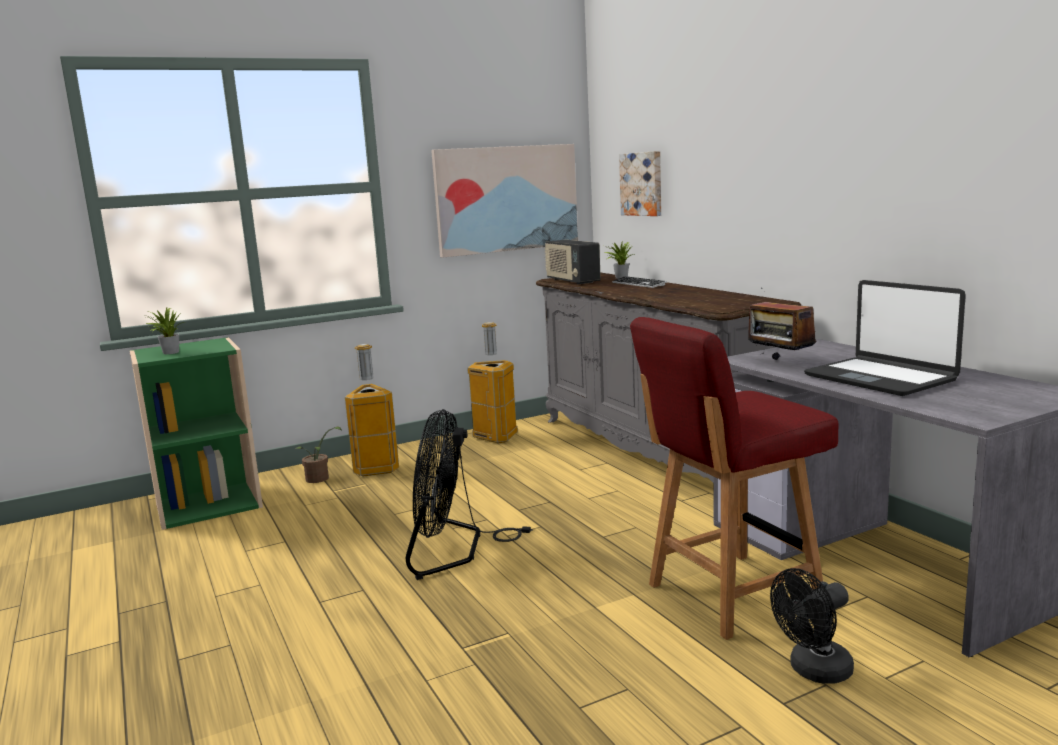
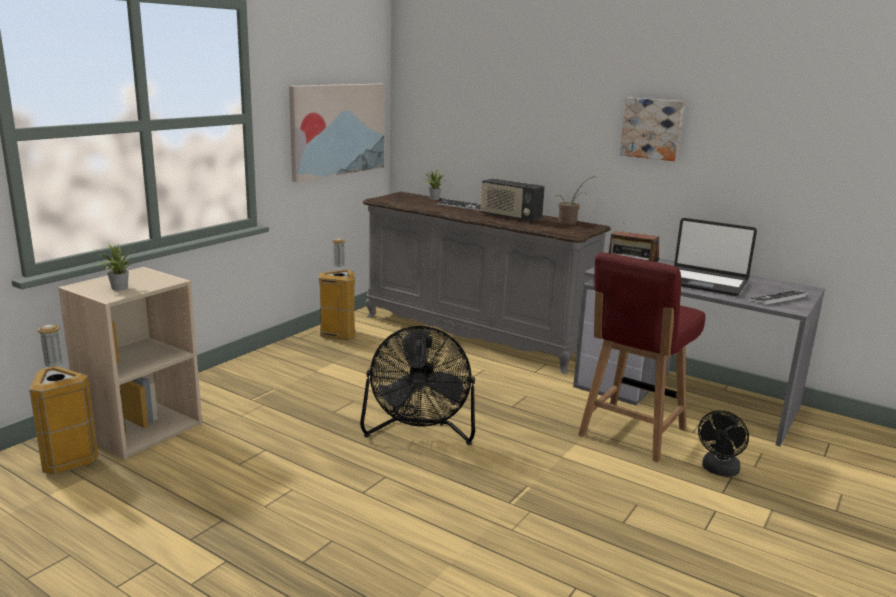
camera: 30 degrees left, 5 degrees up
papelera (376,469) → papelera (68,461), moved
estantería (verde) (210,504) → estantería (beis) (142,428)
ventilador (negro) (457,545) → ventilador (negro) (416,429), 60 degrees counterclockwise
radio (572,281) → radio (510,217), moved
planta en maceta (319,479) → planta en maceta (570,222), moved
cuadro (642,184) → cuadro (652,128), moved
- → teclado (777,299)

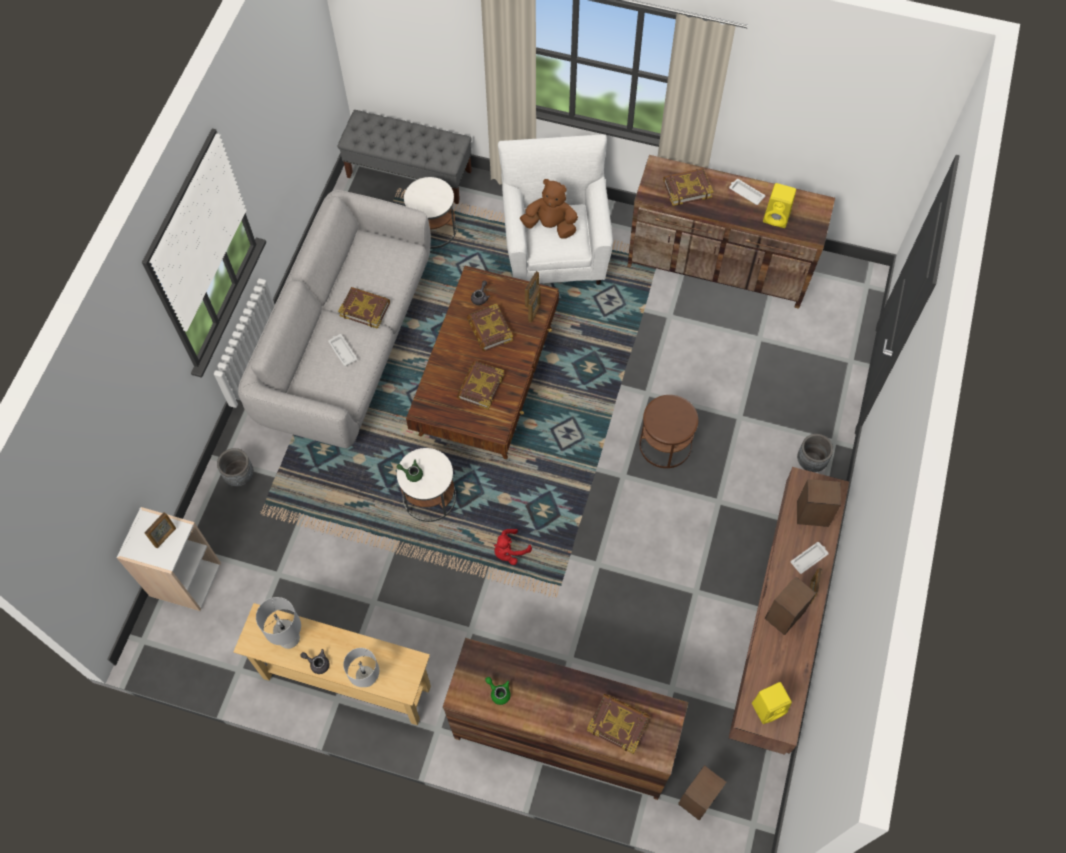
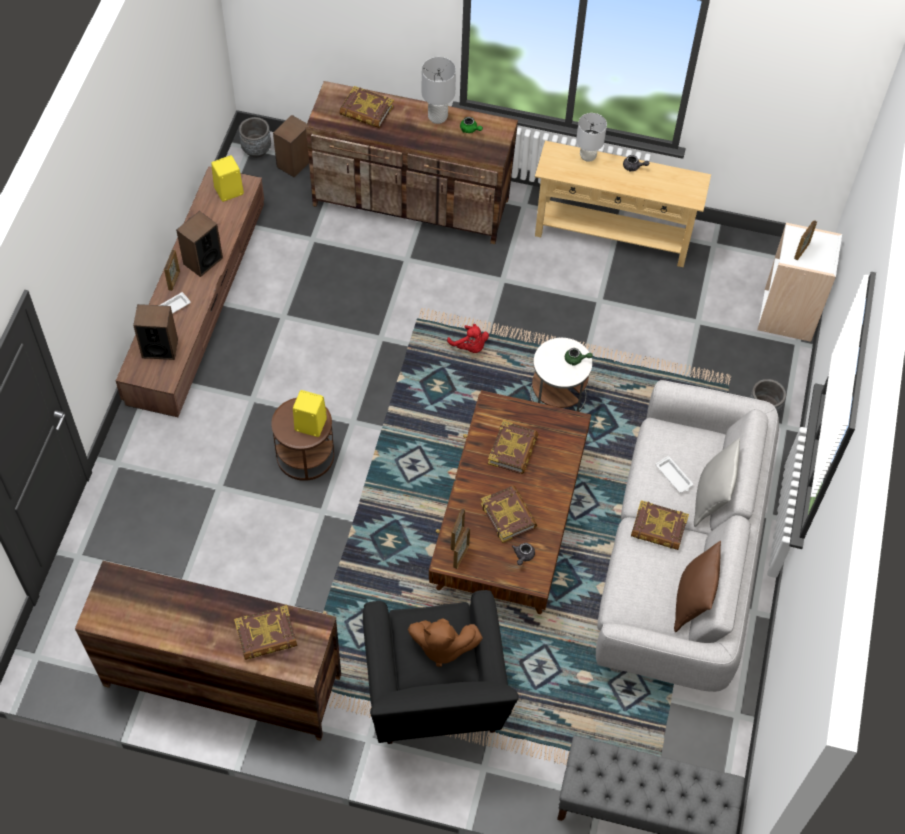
camera: 175 degrees right, 5 degrees down
maceta (gris) (811,461) → maceta (gris) (256,149), moved
altavoz (amarillo) (777,217) → altavoz (amarillo) (309,424), moved
sillón (blanco) (555,249) → sillón (negro) (434,696)
lámpara de mesa (gris) (289,639) → lámpara de mesa (gris) (438,118), moved
peluche (rojo) (509,551) → peluche (rojo) (470,346), 90 degrees clockwise
- → cojín (marrón) (692,601)
- → cojín (gris) (711,499)
mesa auxiliar (blanco) (433,229) → -
bandeja (blanco) (746,193) → -

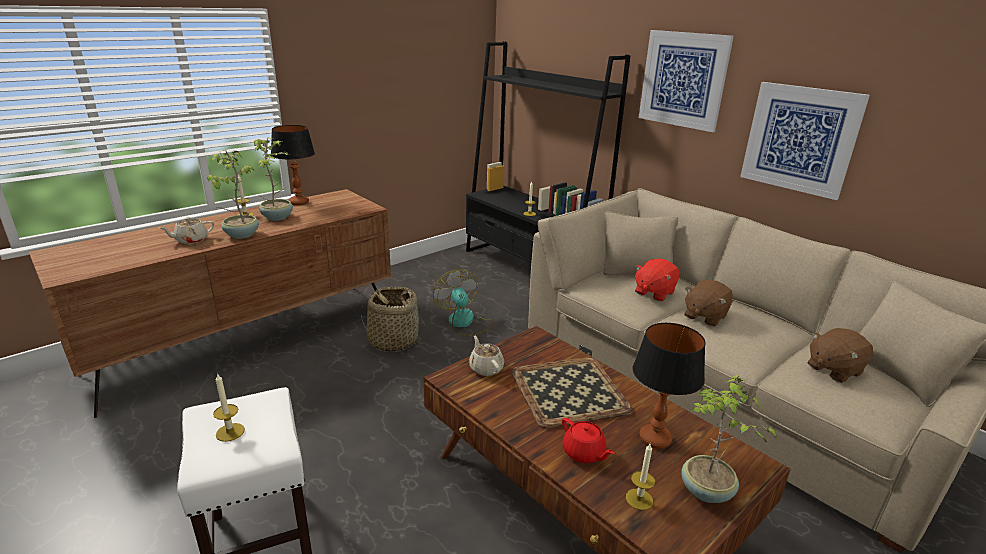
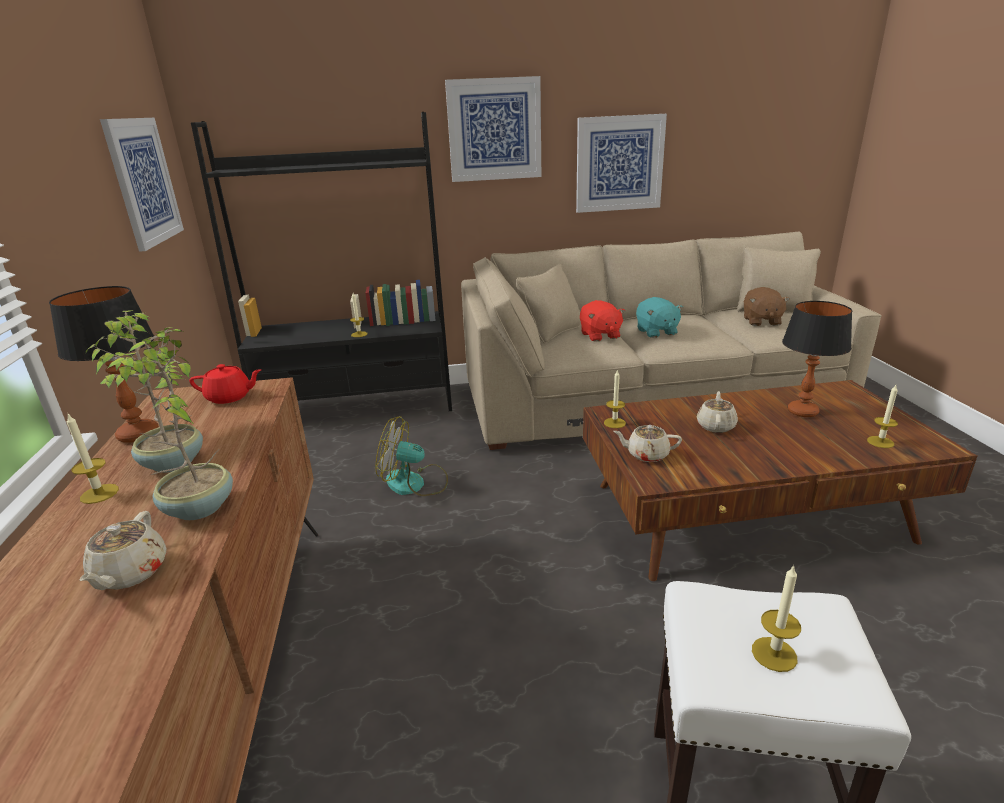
camera: 55 degrees left, 0 degrees up
- → cuadro (144,181)
tetera (rojo) (584,453) → tetera (rojo) (230,397), moved
- → vela (614,423)
peluche (marrón) (704,316) → peluche (turquesa) (656,332)
bandeja (568,392) → tetera (beis) (716,426)
cesta (393,341) → -
planta en maceta (706,492) → -

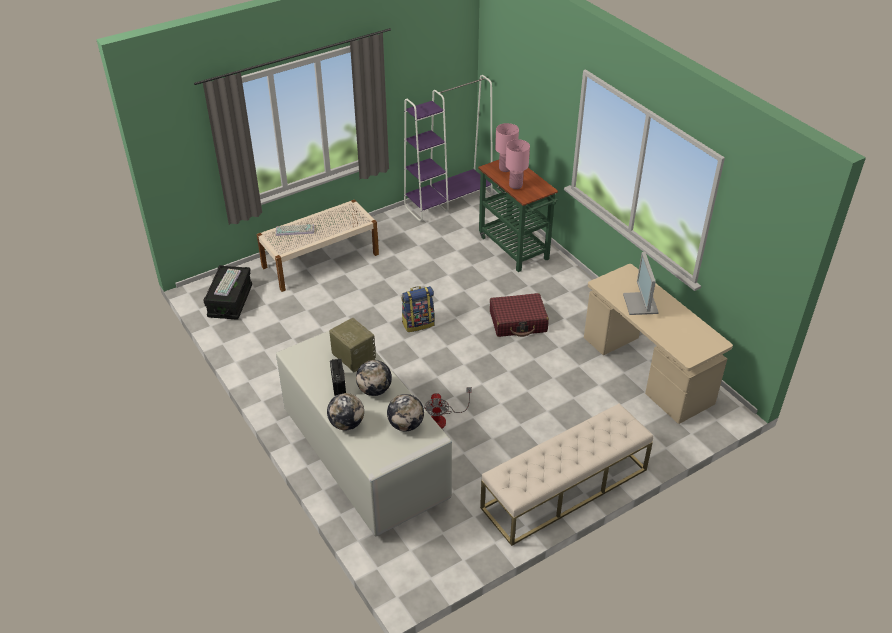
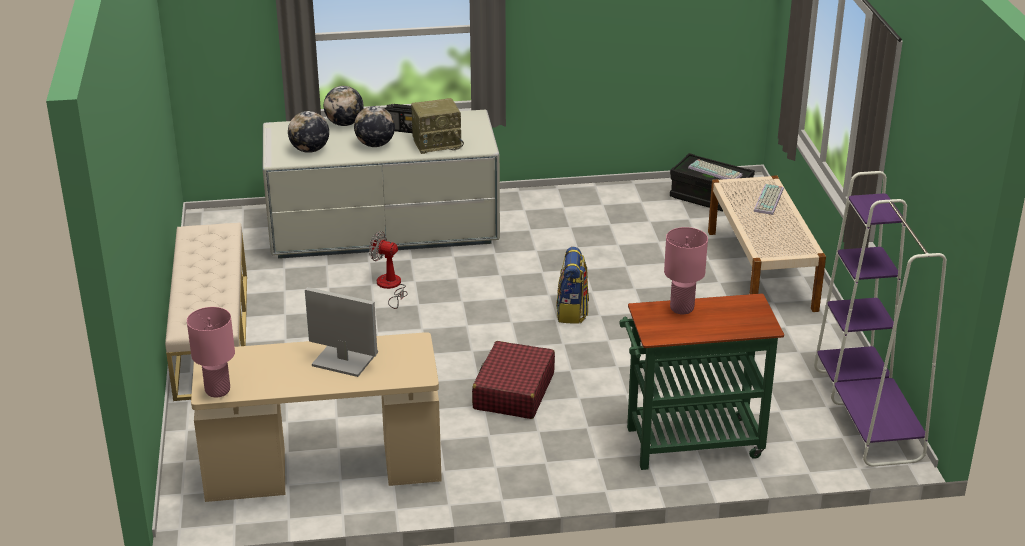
camera: 115 degrees right, 10 degrees down
lámpara de mesa (rosa) (505,170) → lámpara de mesa (rosa) (217,392), moved

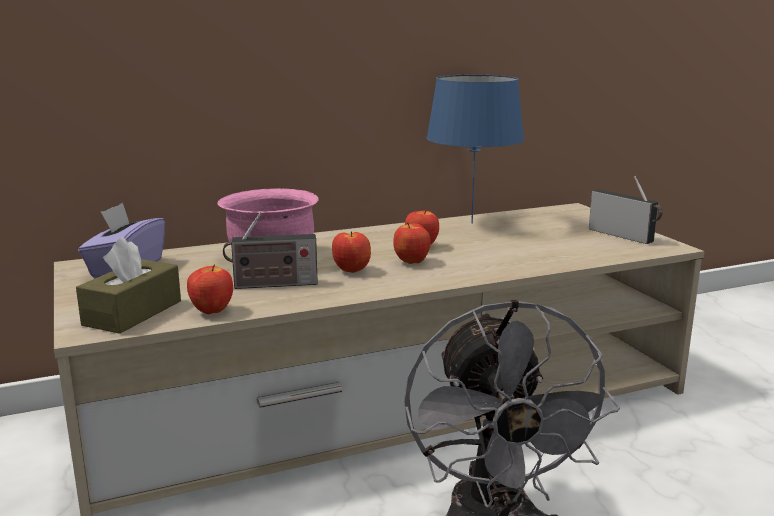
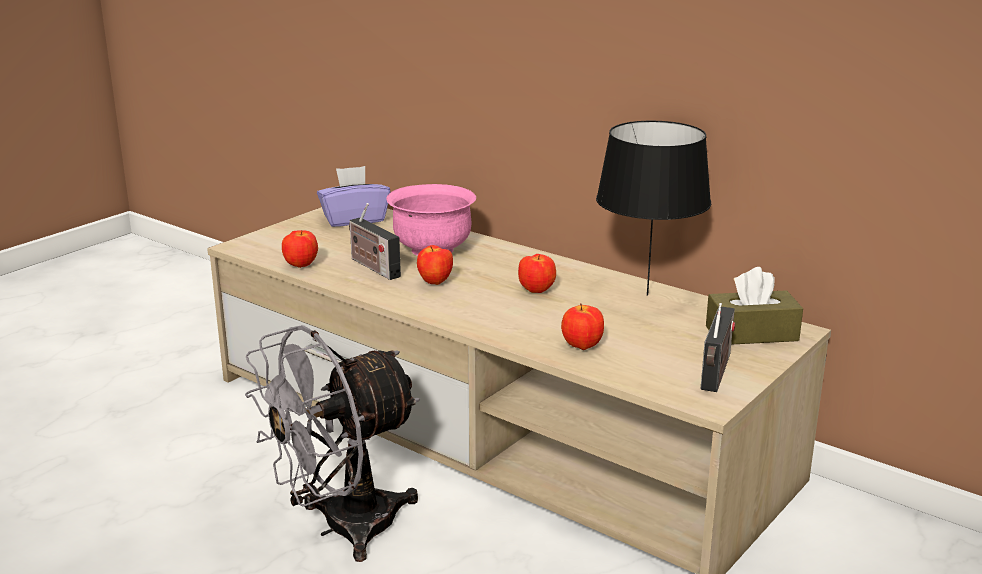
camera: 60 degrees right, 5 degrees up
manzana (411,262) → manzana (581,347), moved
lámpara de mesa (azul) (471,223) → lámpara de mesa (negro) (646,295)
caja de pañuelos (marrón) (133,313) → caja de pañuelos (marrón) (751,333), moved

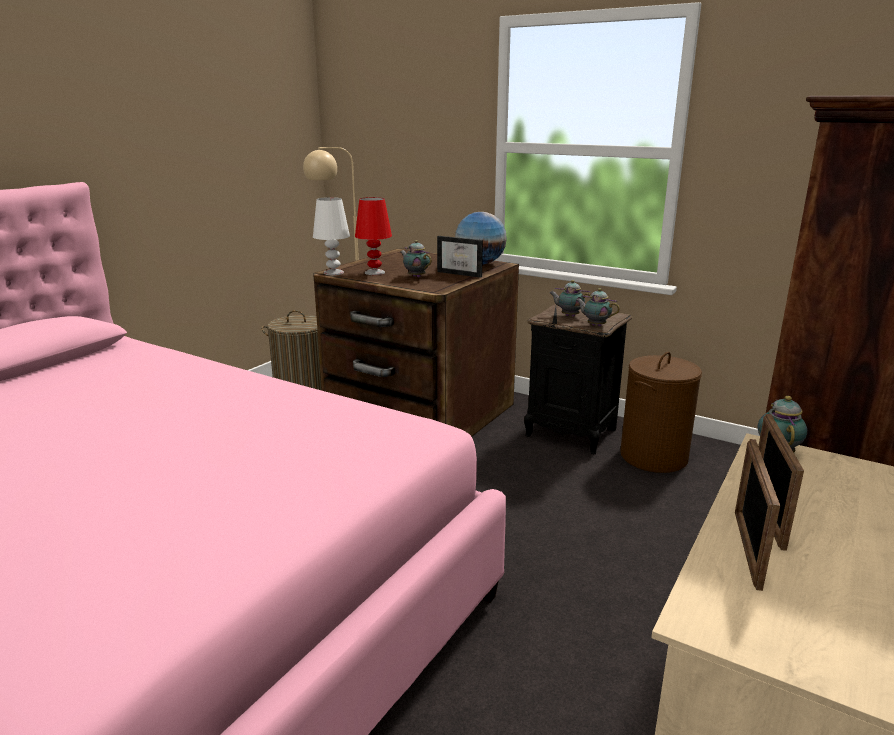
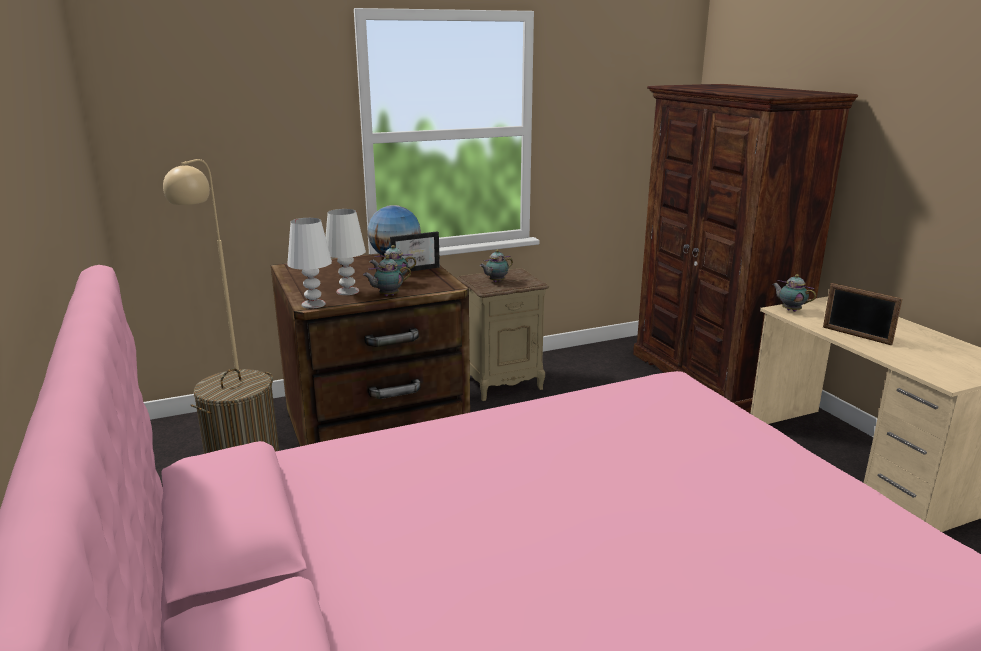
camera: 55 degrees left, 0 degrees up
lámpara de mesa (rojo) (374,272) → lámpara de mesa (blanco) (347,291)
tetera (595,325) → tetera (387,295), moved
mesita de noche (negro) (571,433) → mesita de noche (beis) (503,384)
cesto de la ropa (marrón) (654,456) → -
portarretratos (747,549) → -

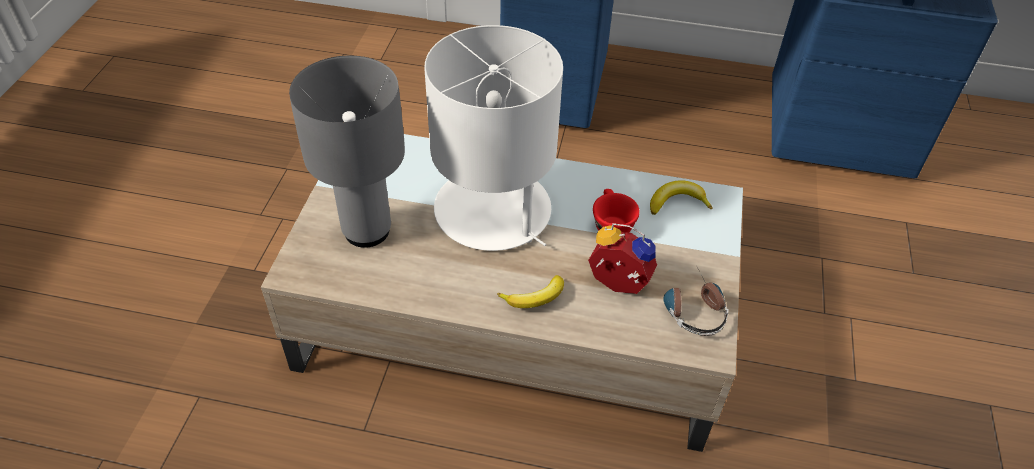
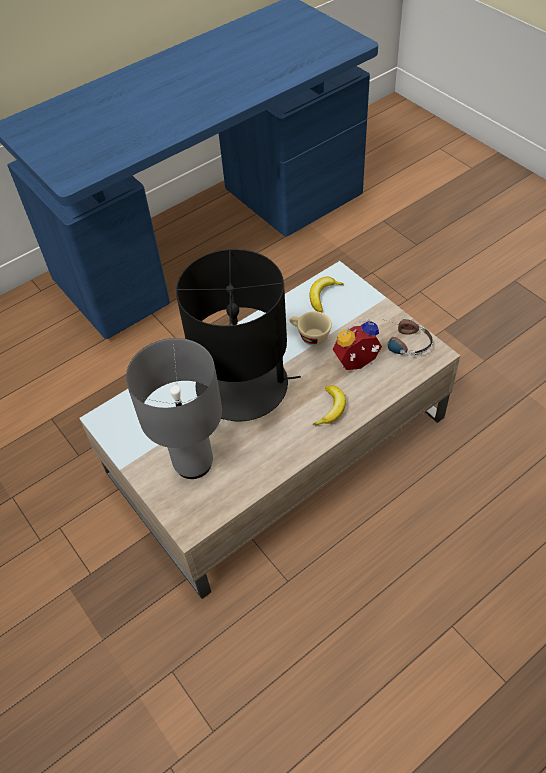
camera: 45 degrees left, 5 degrees up
lámpara de mesa (blanco) (494,211) → lámpara de mesa (negro) (243,385)
taza (rojo) (610,224) → taza (beis) (309,336)

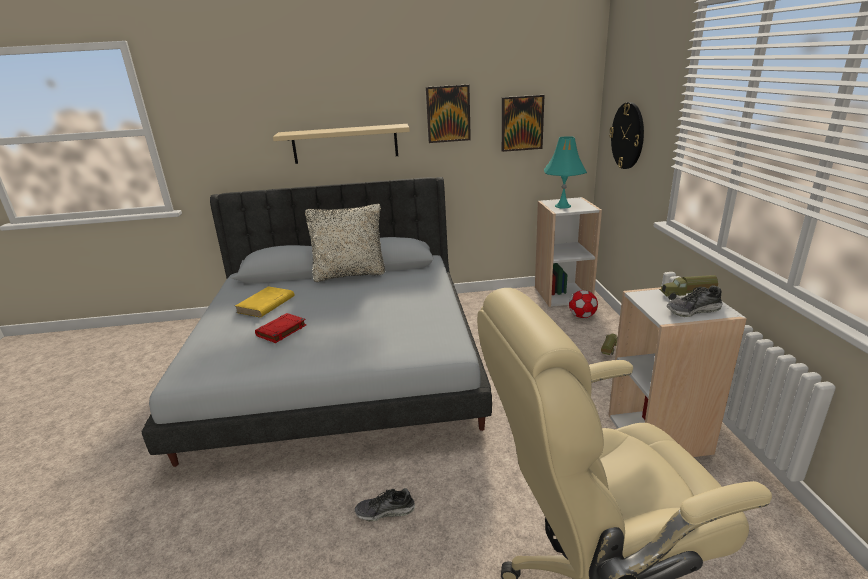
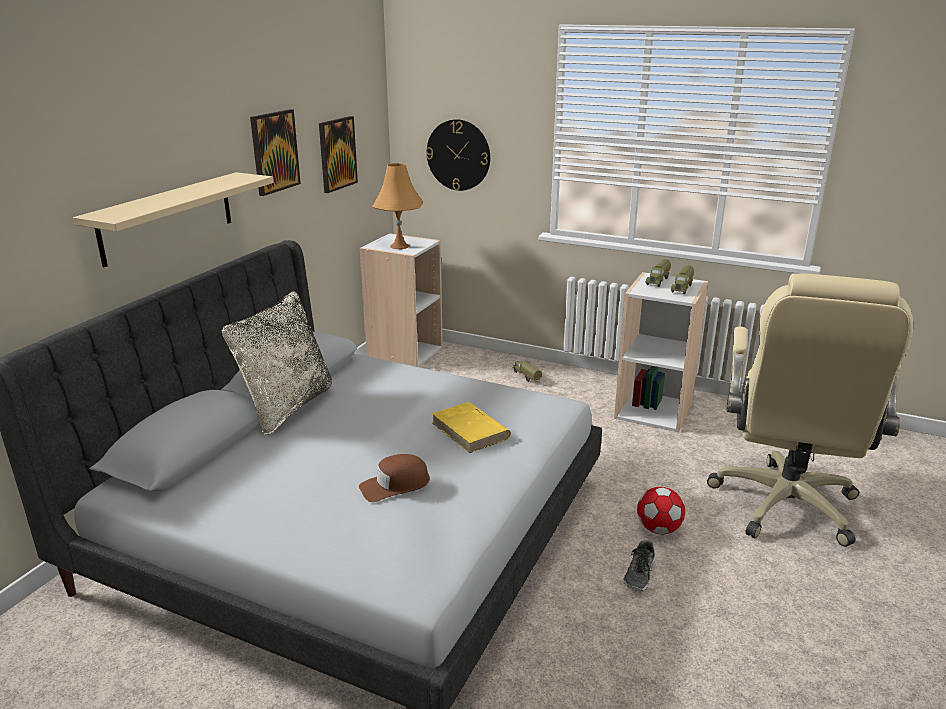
camera: 60 degrees left, 0 degrees up
libro (rojo) (281,331) → gorra (marrón) (394,485)
lámpara de mesa (turquesa) (563,206) → lámpara de mesa (naranja) (399,246)
libro (amarillo) (265,305) → libro (amarillo) (471,430), moved
balón de fútbol (582,316) → balón de fútbol (658,529), moved
zapato (693,310) → camión de juguete (682,288)

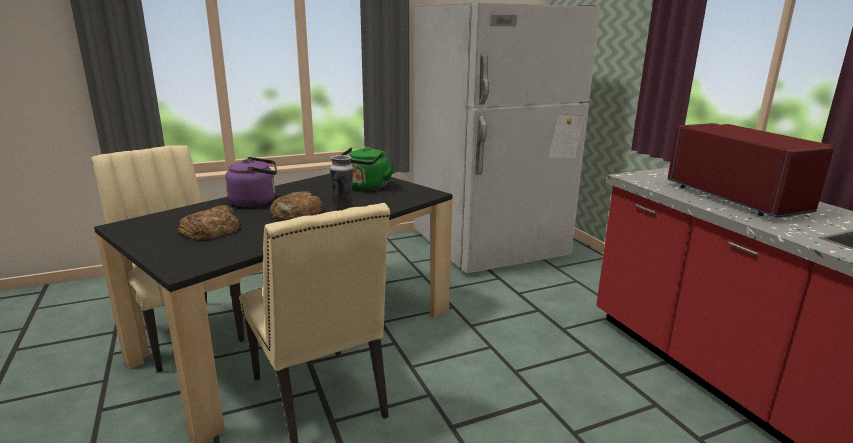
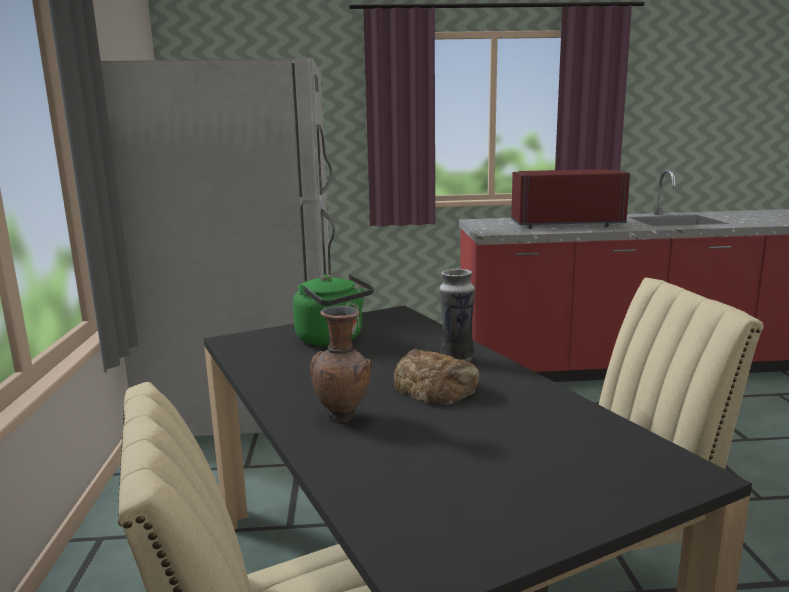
camera: 70 degrees left, 5 degrees down
hervidor (morado) (256,202) → florero (marrón) (344,416)
pan (211,230) → -

